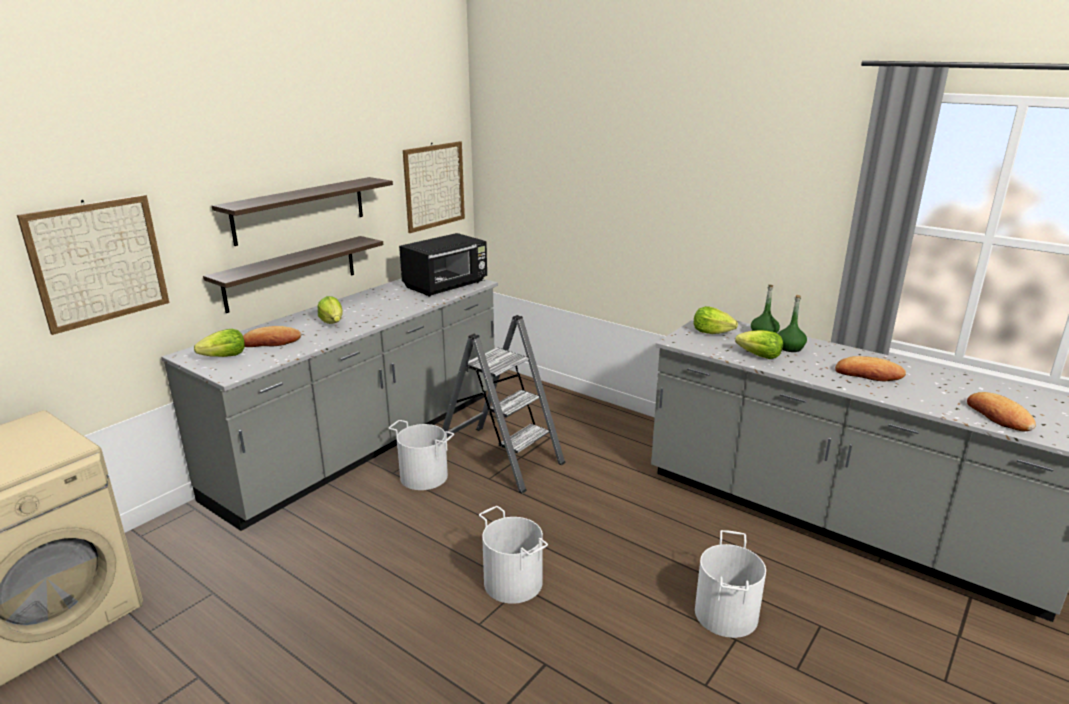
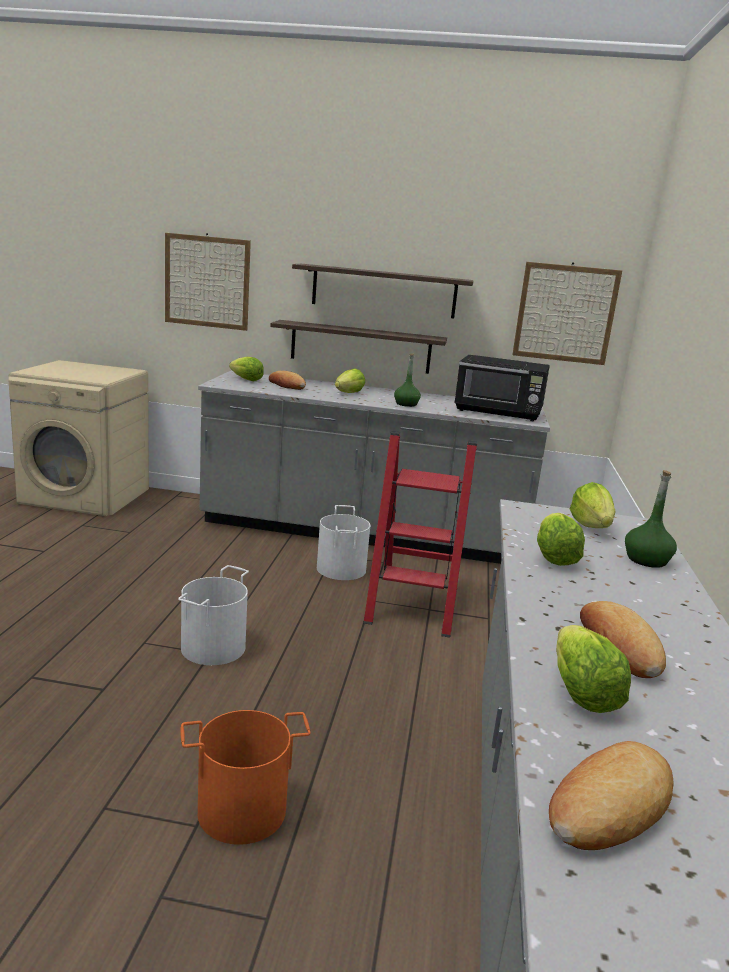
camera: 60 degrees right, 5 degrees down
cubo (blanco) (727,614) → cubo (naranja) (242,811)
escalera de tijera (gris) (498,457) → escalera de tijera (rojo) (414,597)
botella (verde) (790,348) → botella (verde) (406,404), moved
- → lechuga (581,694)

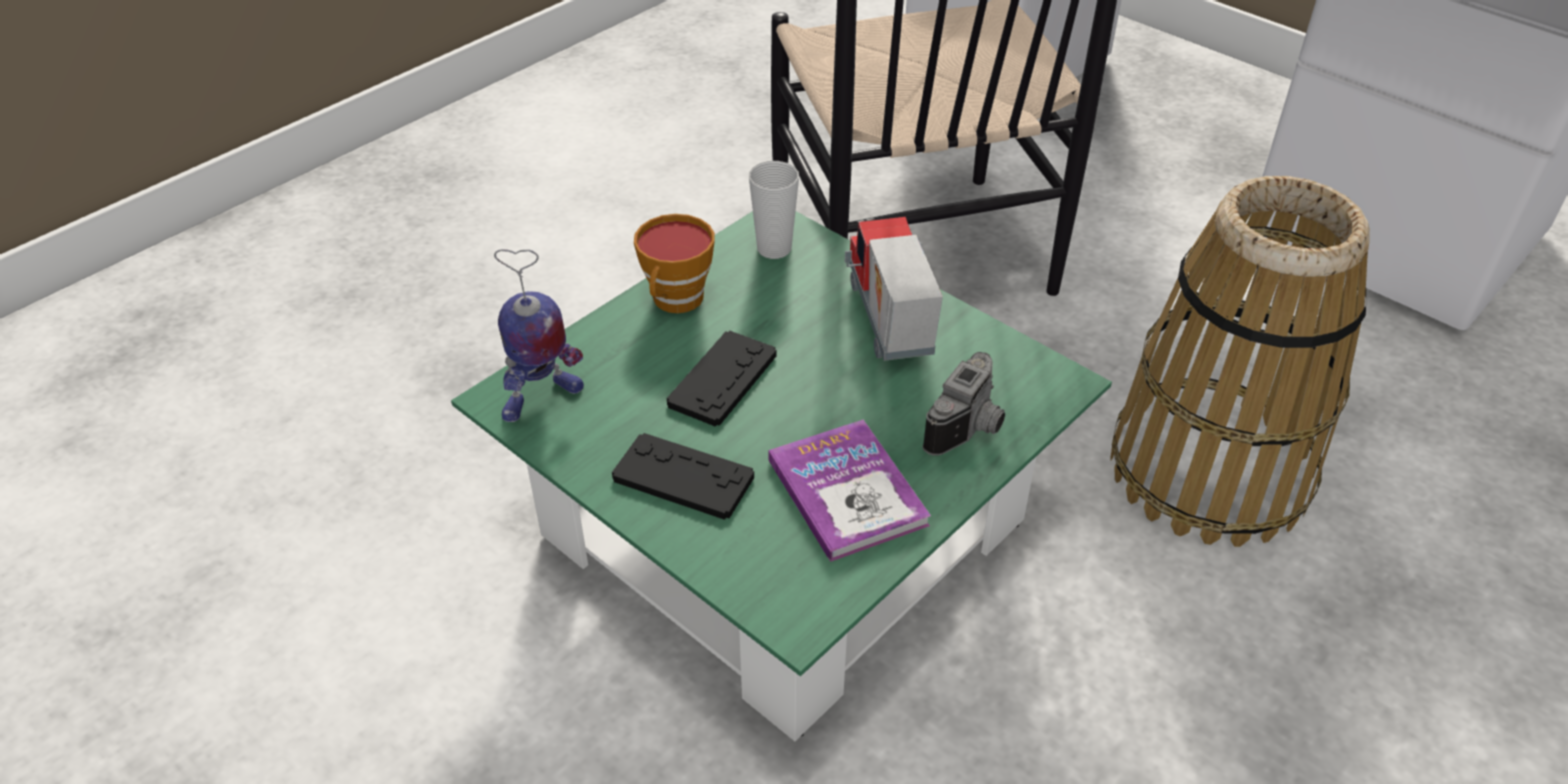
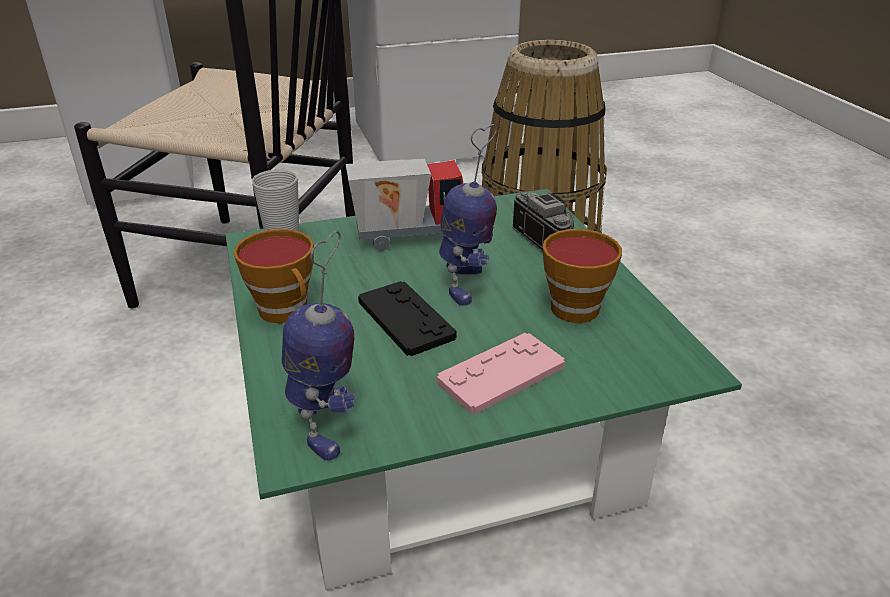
camera: 60 degrees left, 10 degrees down
camión de juguete (886,321) → camión de juguete (417,235), 150 degrees clockwise
mando de consola (negro) (683,478) → mando de consola (rosa) (501,374)
- → robot de juguete (466,286)
libro (847,492) → taza (574,305)

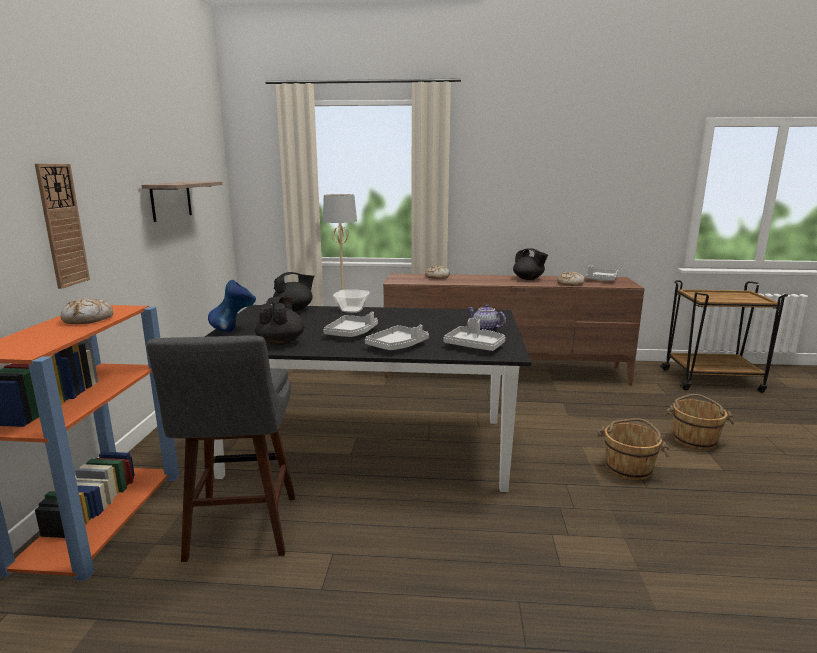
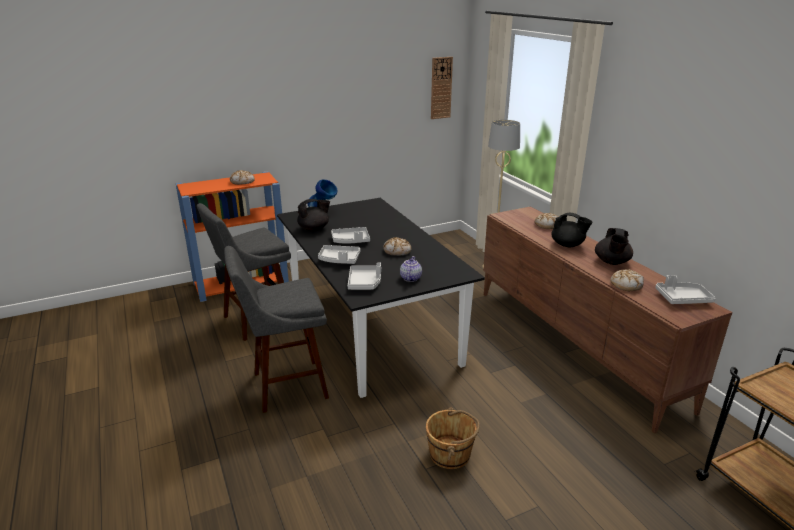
camera: 60 degrees right, 10 degrees up
- → taburete (gris) (285,386)
- → pan (397,251)
reloj de pared (62,225) → reloj de pared (441,88), moved
tetera (negro) (294,309) → tetera (negro) (568,245), moved
estante (171,200) → -
cuenco (351,310) → -
cubo (marrón) (694,439) → -

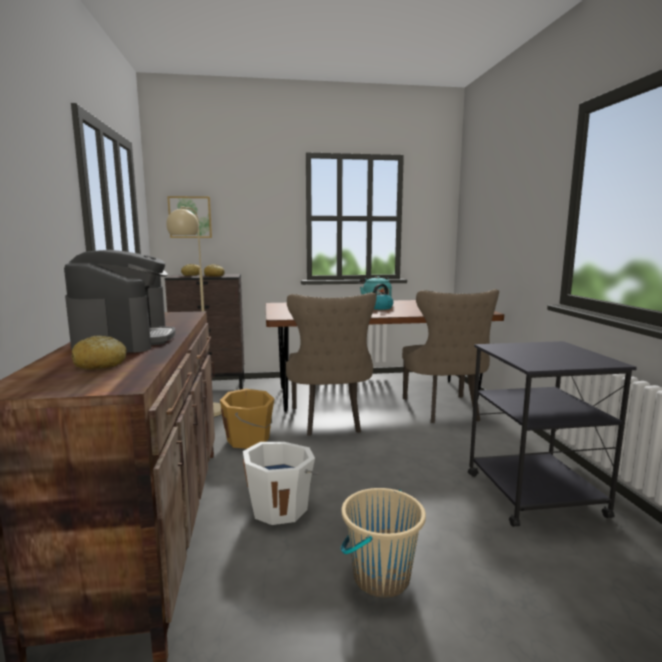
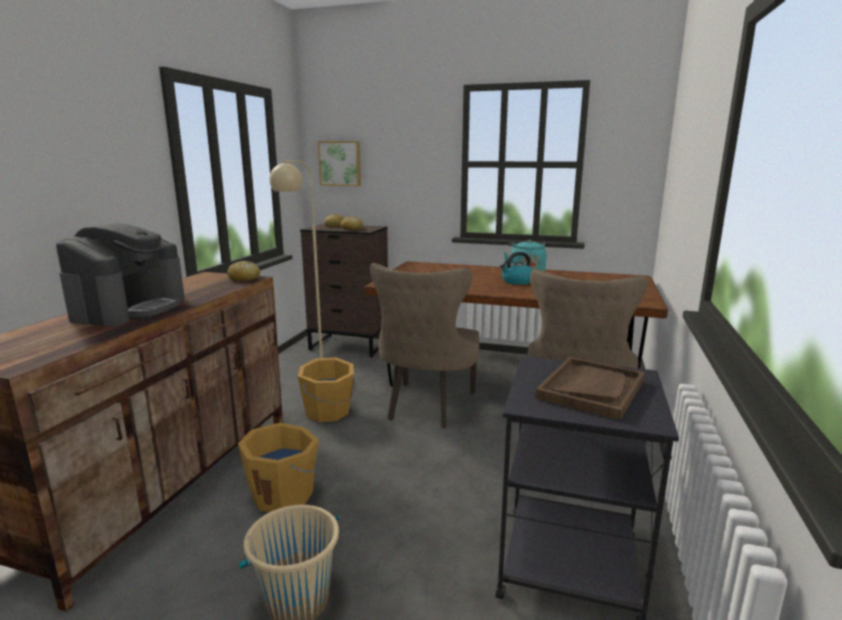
camera: 25 degrees right, 5 degrees up
pan (100,364) → pan (244,278), moved
cubo (blanco) (280,507) → cubo (naranja) (284,494)
- → bandeja (marrón) (591,389)

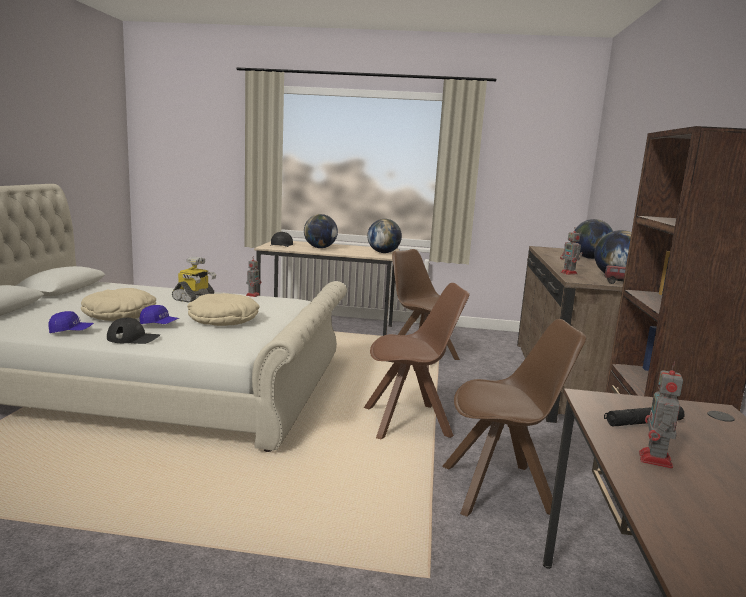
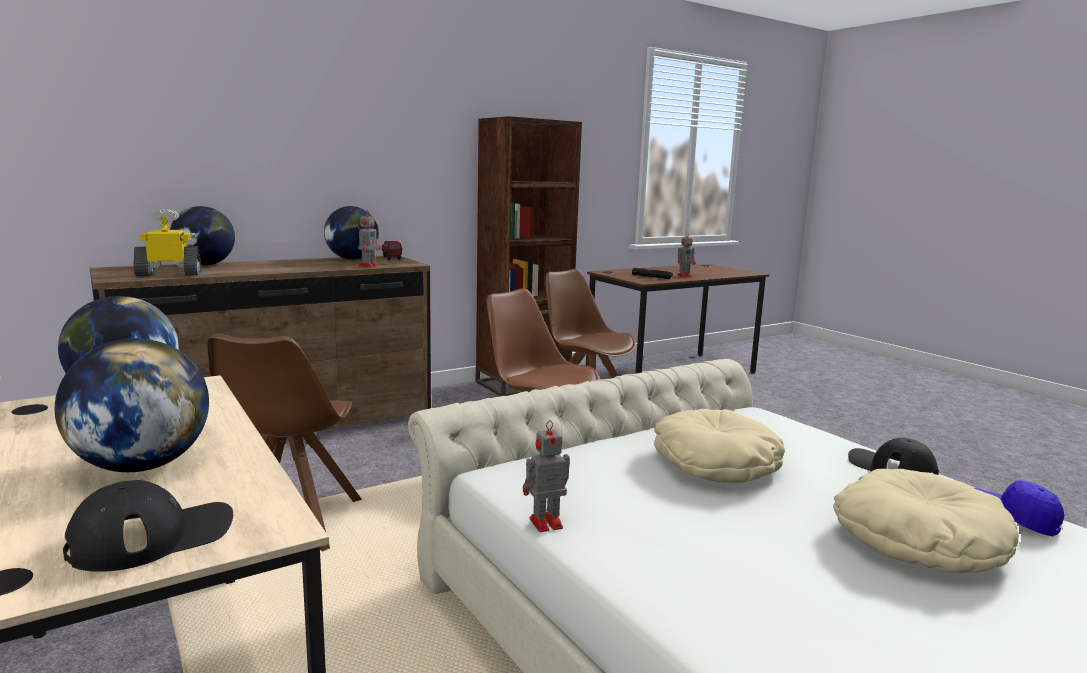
camera: 130 degrees left, 0 degrees up
robot de juguete (194,298) → robot de juguete (170,274), moved
gorra (azul) (159,324) → -

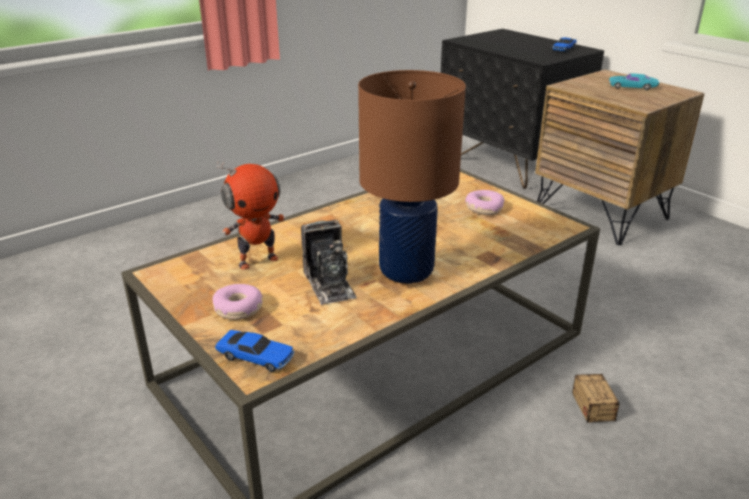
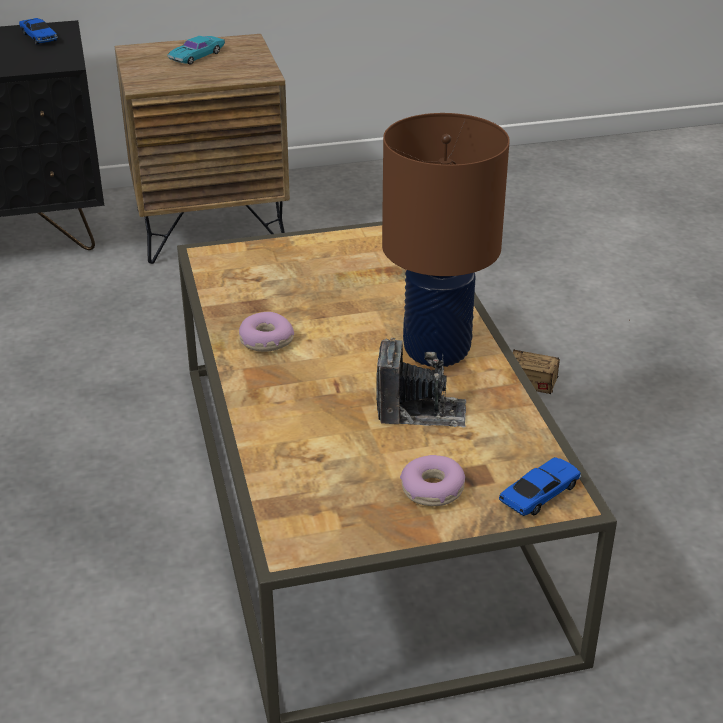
camera: 65 degrees left, 5 degrees up
rosquilla (484,208) → rosquilla (265,340), moved
robot de juguete (258,260) → -

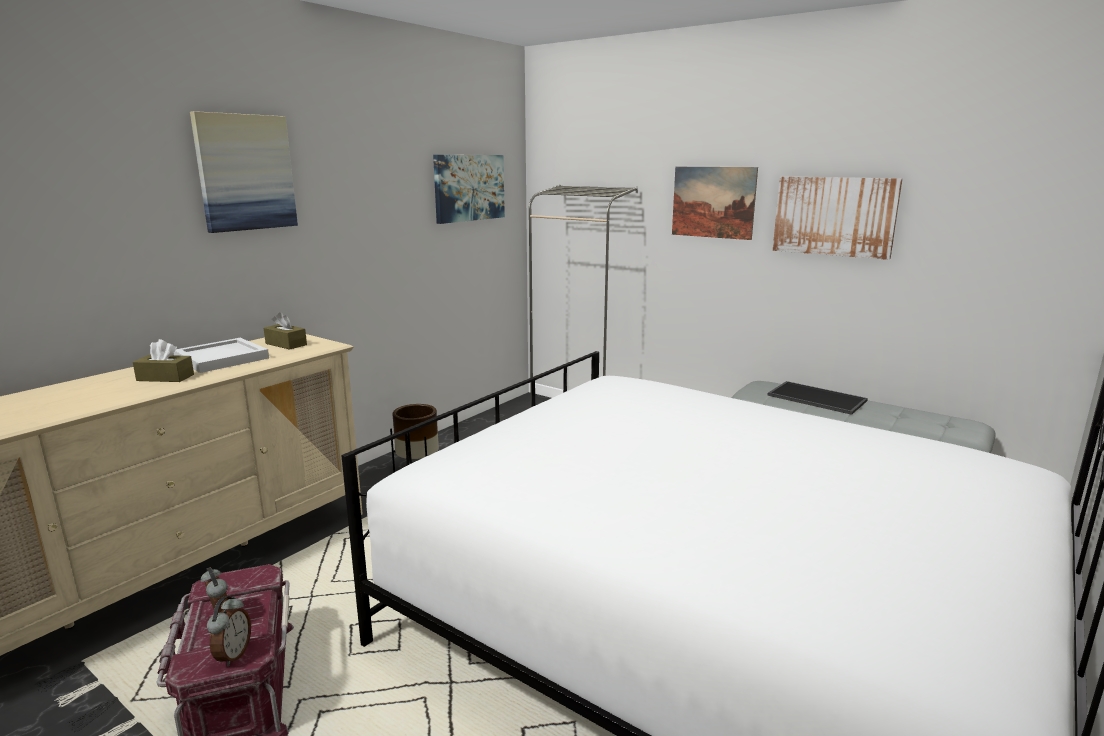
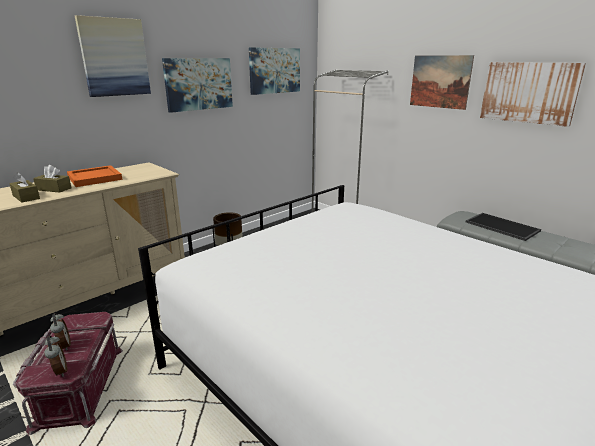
camera: 10 degrees right, 5 degrees up
caja de pañuelos (marrón) (286,344) → caja de pañuelos (marrón) (26,197), moved
despertador (232,655) → despertador (59,371), 45 degrees counterclockwise
bandeja (blanco) (223,358) → bandeja (naranja) (95,178)
- → cuadro (198,84)

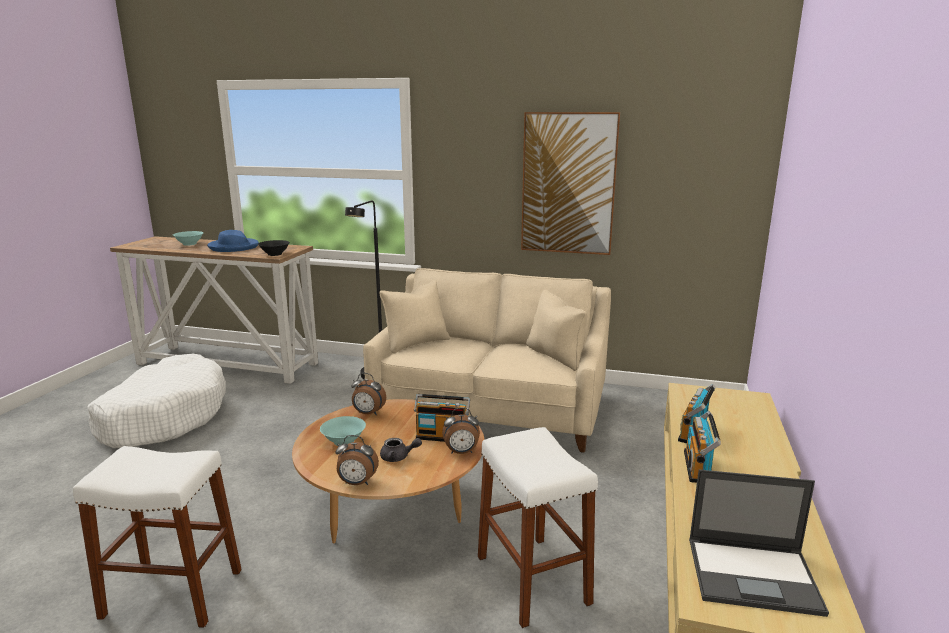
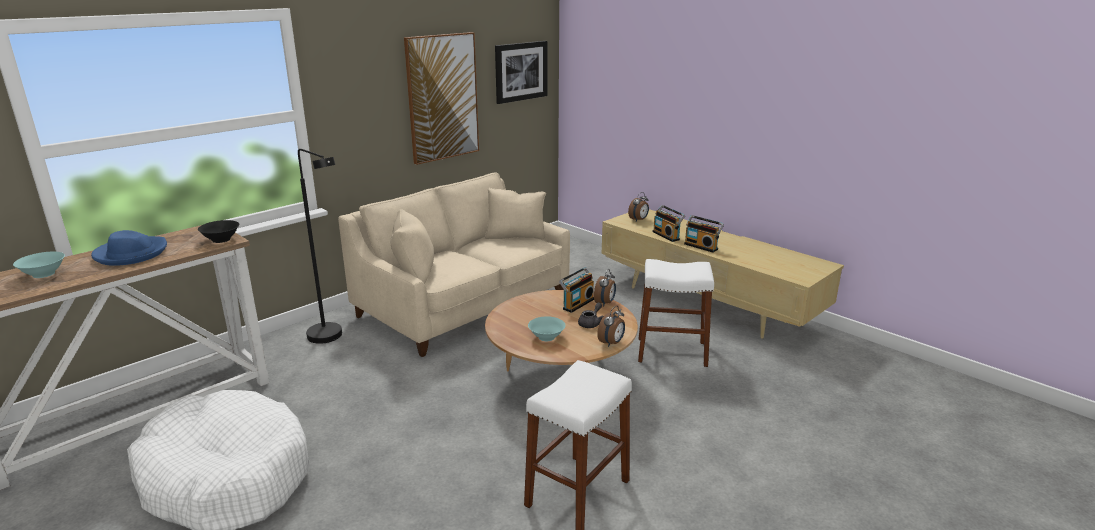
camera: 60 degrees left, 5 degrees up
- → cuadro (521,71)
despertador (368,413) → despertador (639,220), moved
portátil (754,575) → -

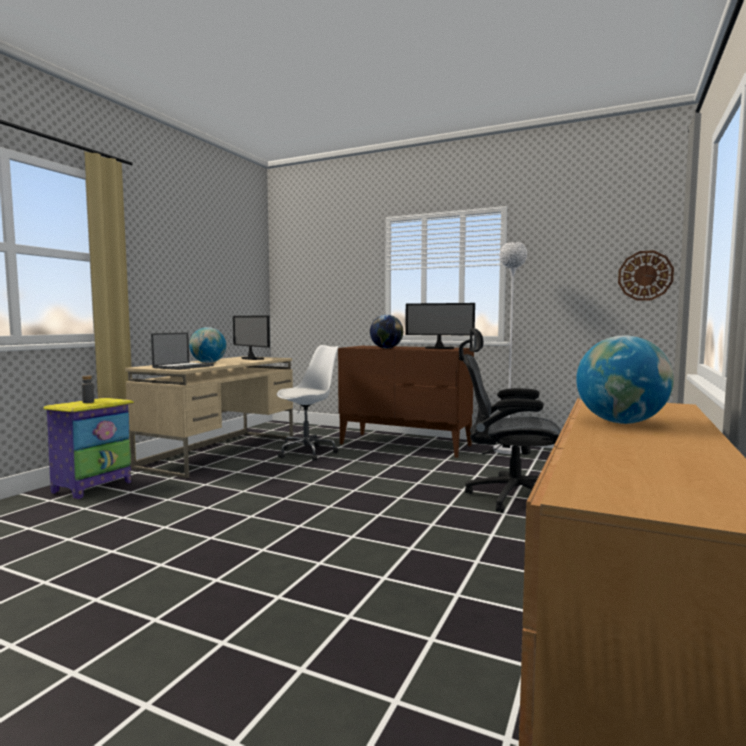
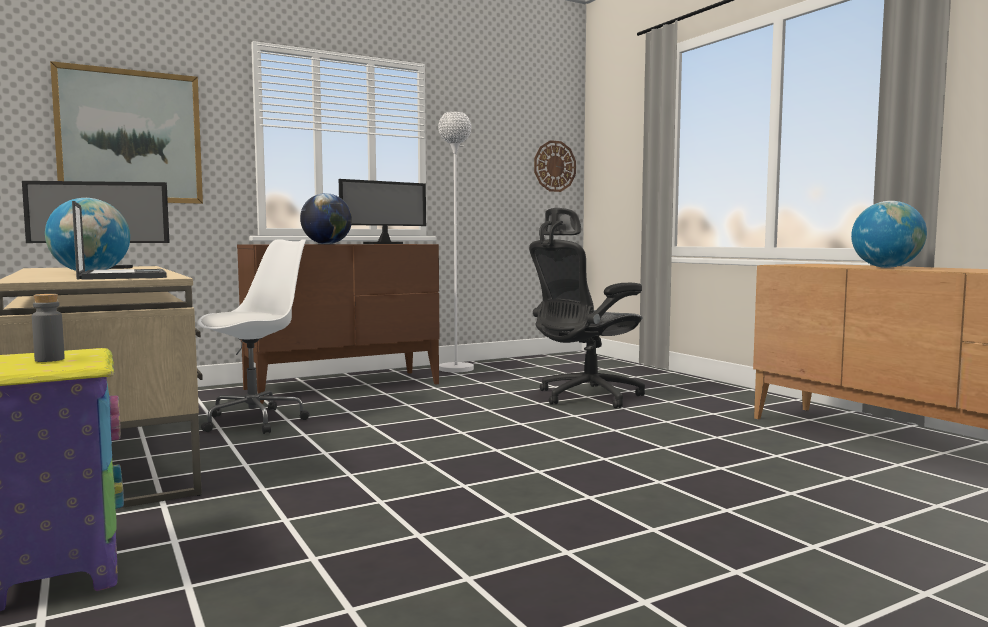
camera: 55 degrees left, 0 degrees up
- → cuadro (130,137)
silla de oficina (blanco) (308,452) → silla de oficina (blanco) (256,421), 45 degrees clockwise

